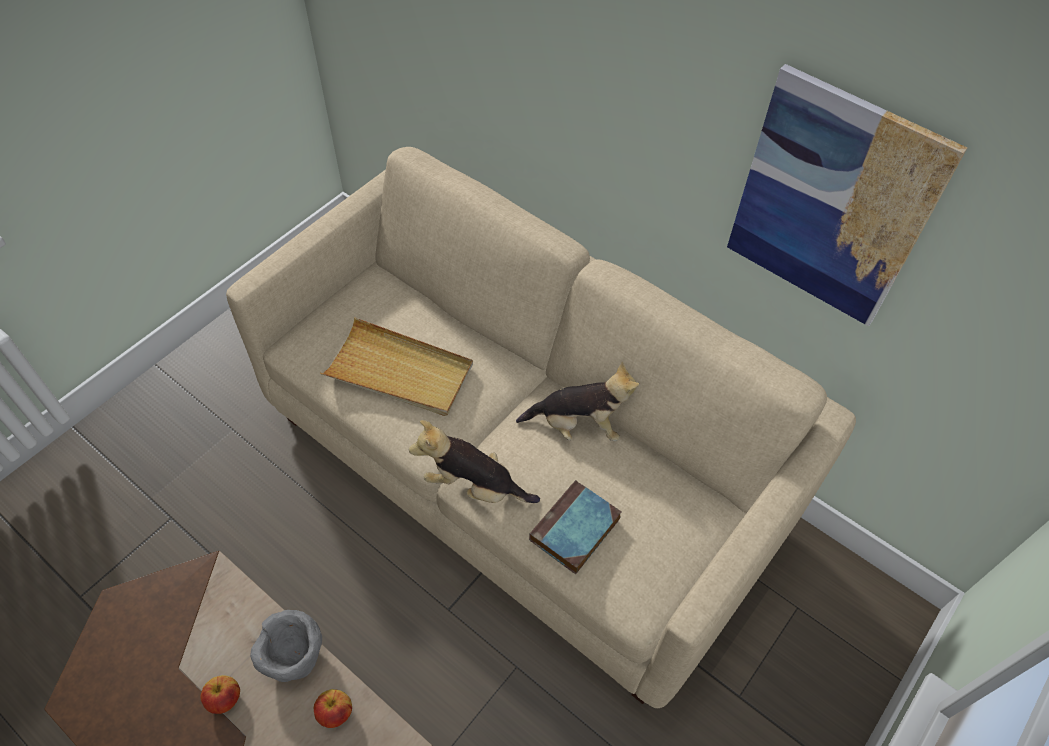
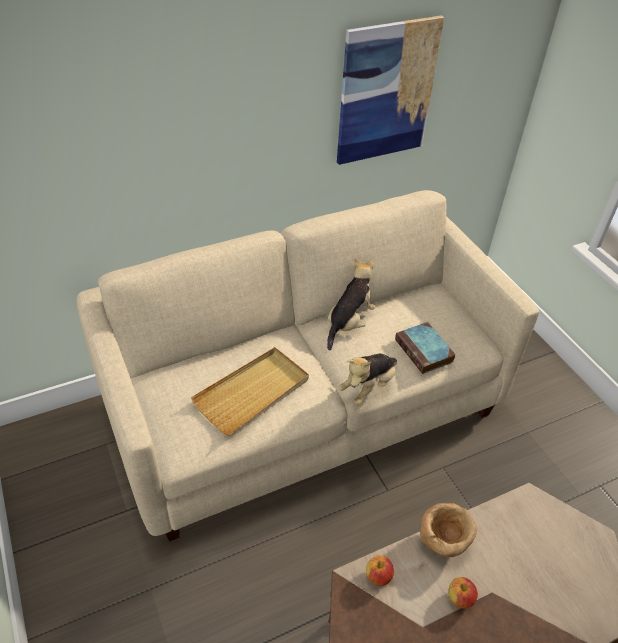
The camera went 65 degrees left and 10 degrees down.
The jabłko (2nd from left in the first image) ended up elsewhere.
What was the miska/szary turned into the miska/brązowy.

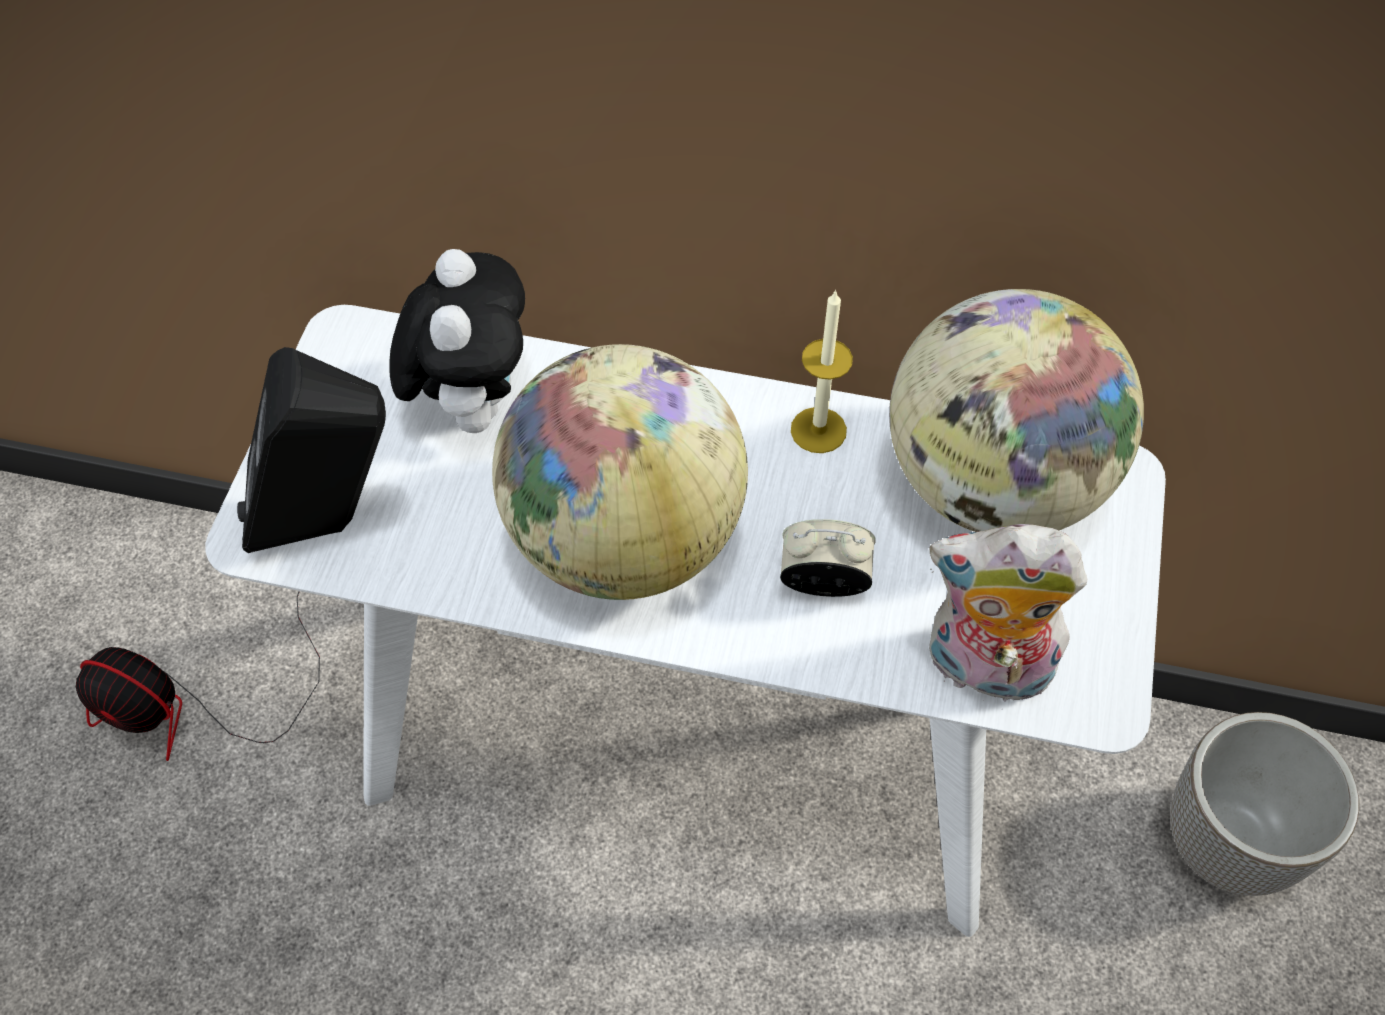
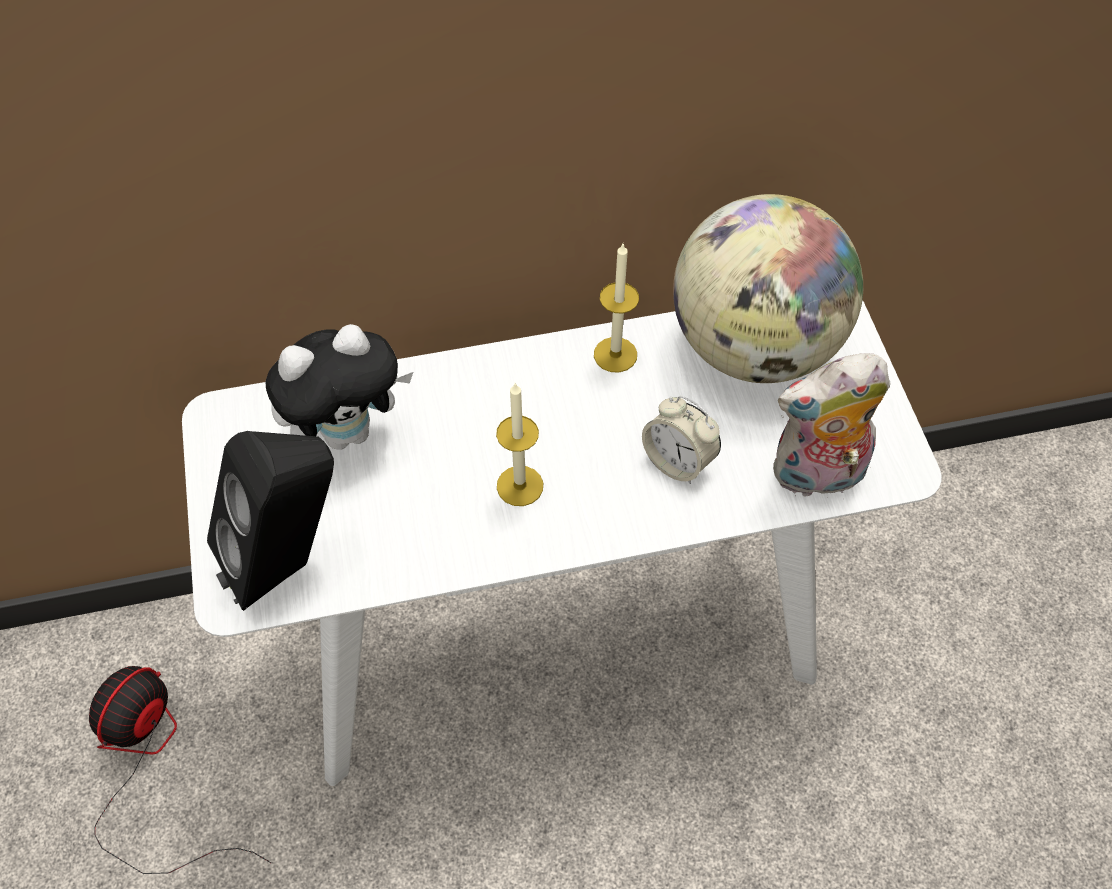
The camera went 25 degrees left and 0 degrees up.
The second view lost the donica.
Where the globus (1st from left) stood, the świeca (1st from left) came to stand.
The wentylator ended up facing another way, 120 degrees clockwise from before.
The pluszak (1st from left) ended up facing another way, 90 degrees clockwise from before.
The budzik ended up facing another way, 120 degrees counterclockwise from before.

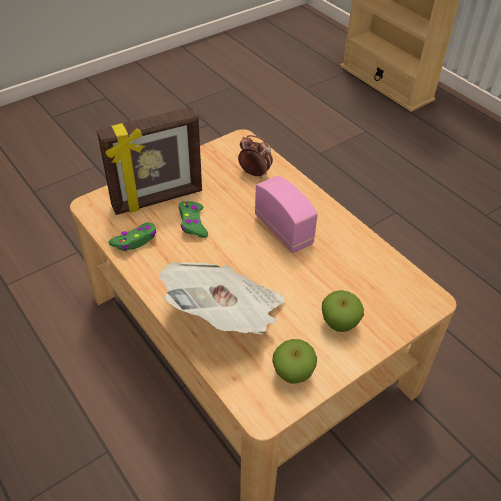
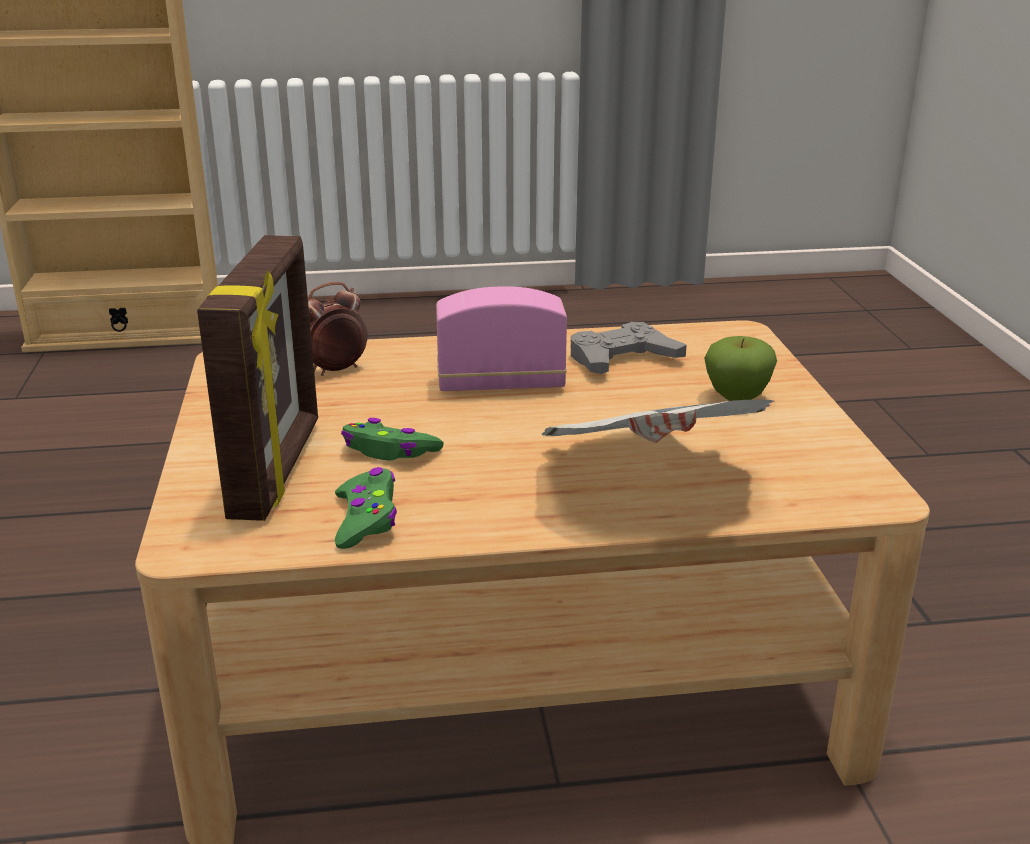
The camera went 60 degrees left and 20 degrees down.
The second view lost the jabłko (1st from left).
The second view gained the pad do gier/szary.

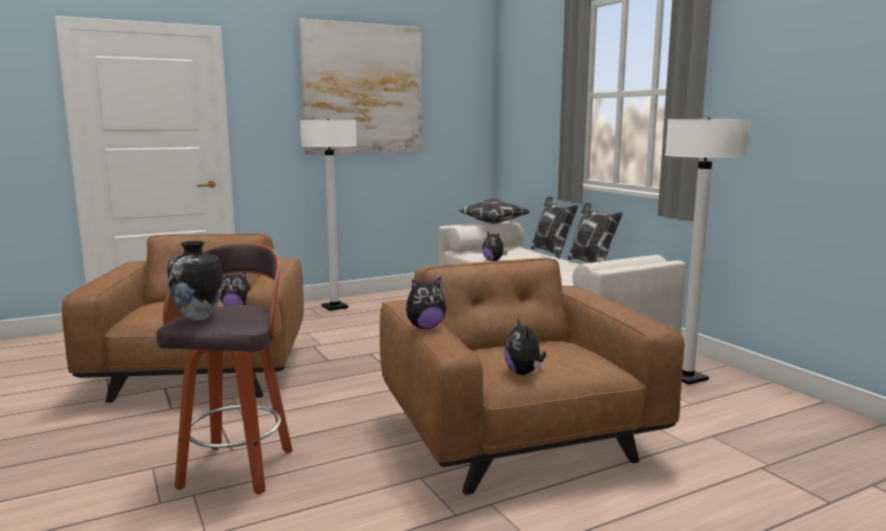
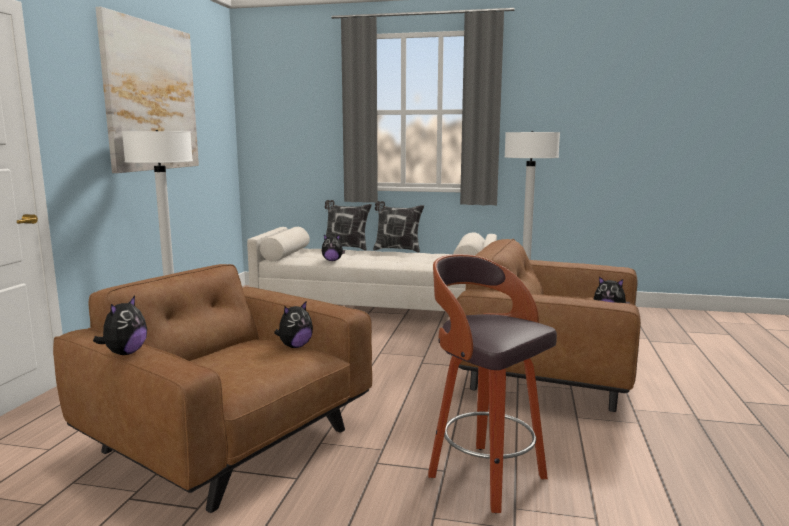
The camera went 50 degrees left and 0 degrees up.
The second view lost the wazon.
The second view lost the poduszka (1st from left).
The pluszak (2nd from left in the first image) ended up elsewhere.

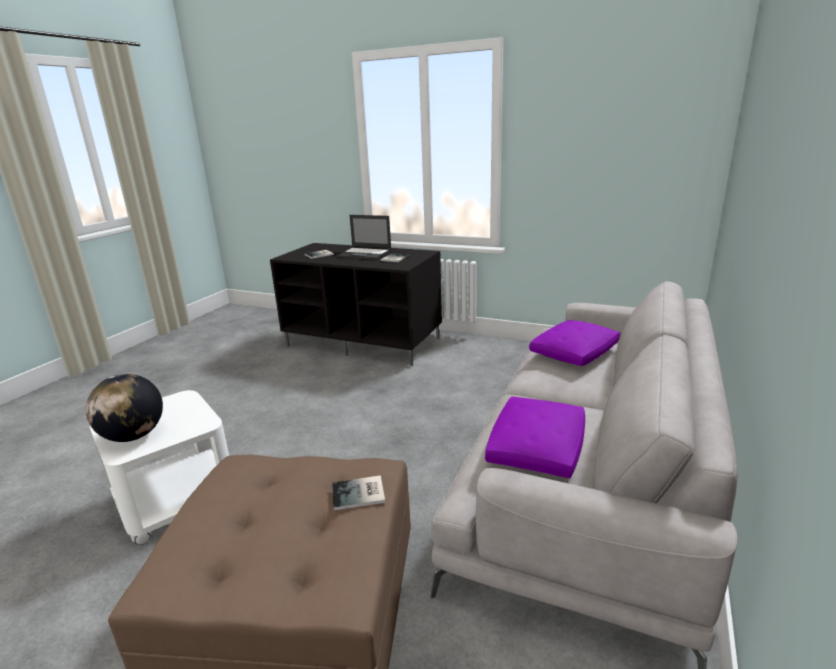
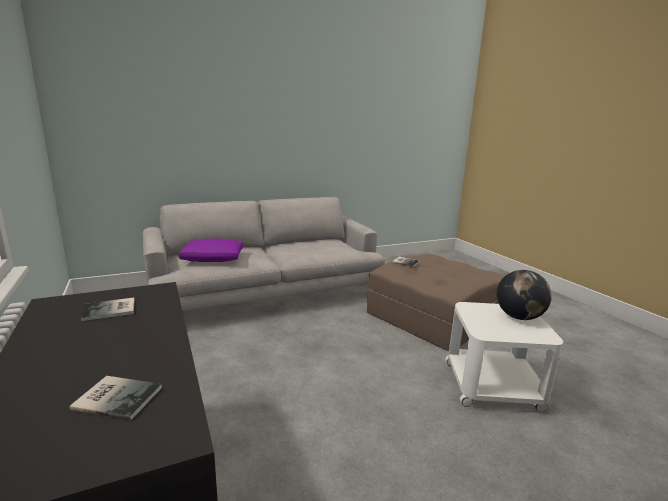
The camera went 140 degrees left and 5 degrees down.
The second view lost the laptop.
The second view lost the poduszka/fioletowy (1st from left).

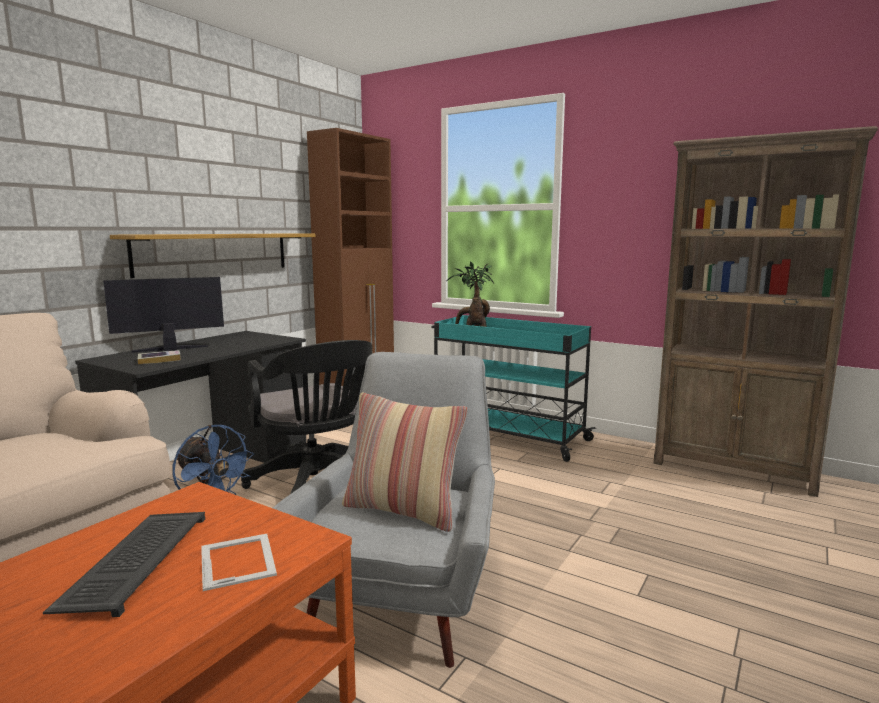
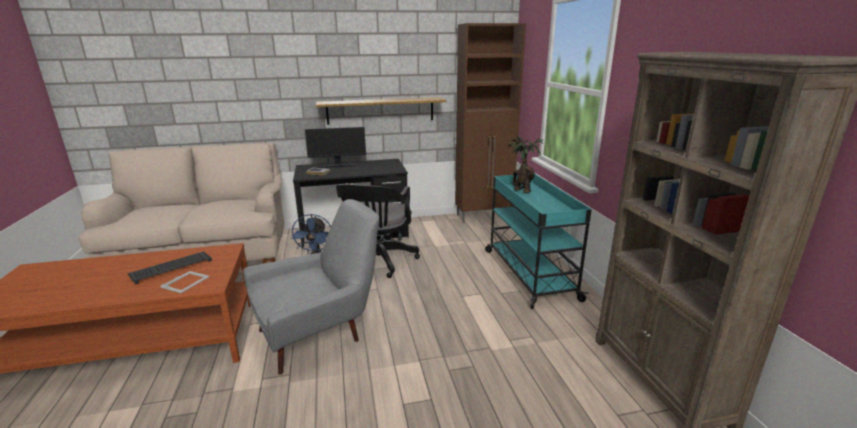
The camera went 45 degrees right and 10 degrees up.
The second view lost the poduszka.
The monitor ended up facing another way, 150 degrees clockwise from before.

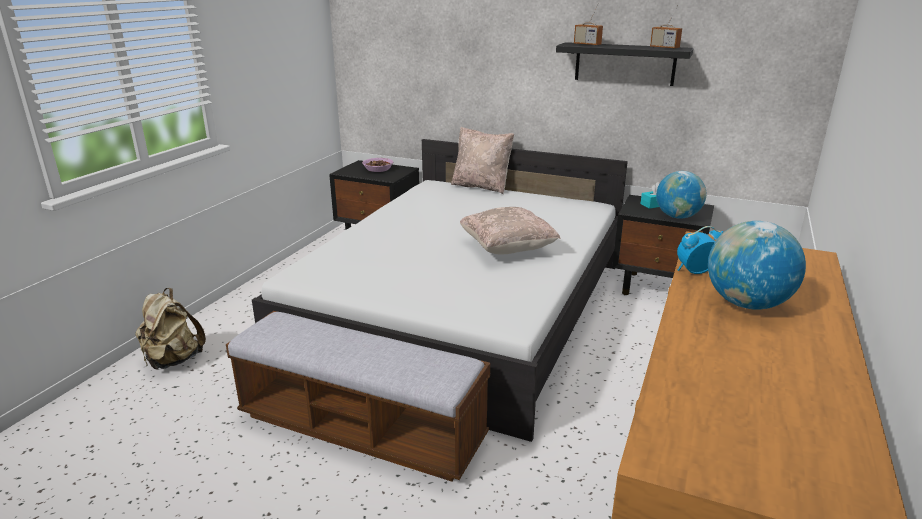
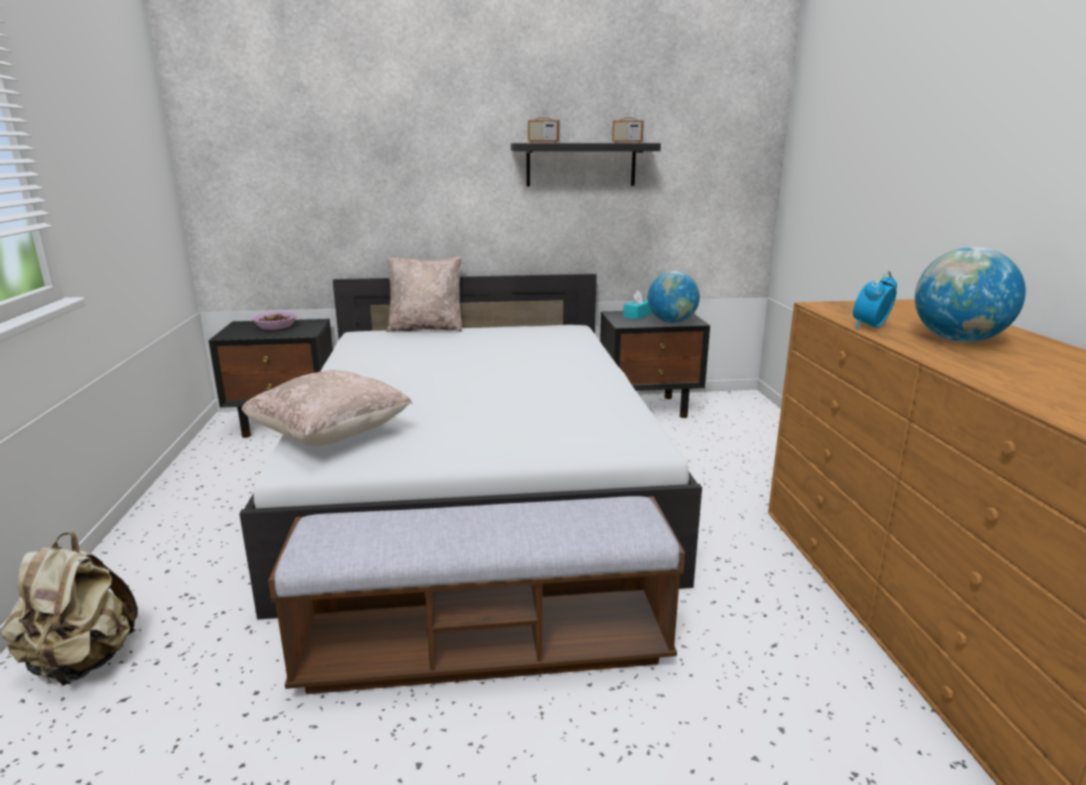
The camera went 30 degrees left and 5 degrees down.
The poduszka/beżowy (2nd from left in the first image) ended up elsewhere.

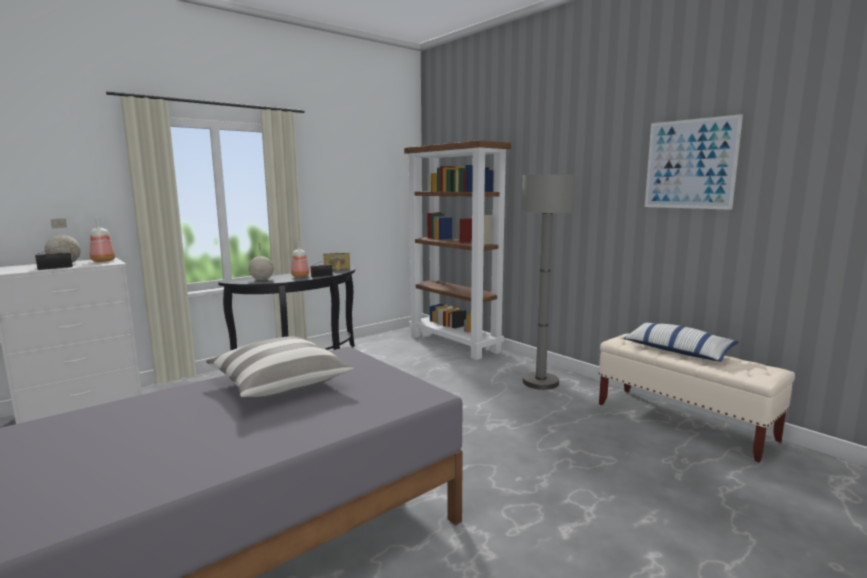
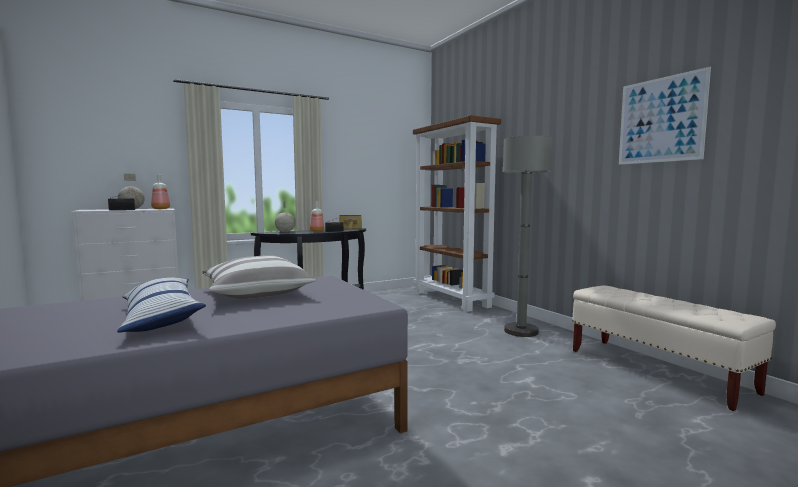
The camera went 10 degrees right and 5 degrees down.
The poduszka (2nd from left in the first image) ended up elsewhere.

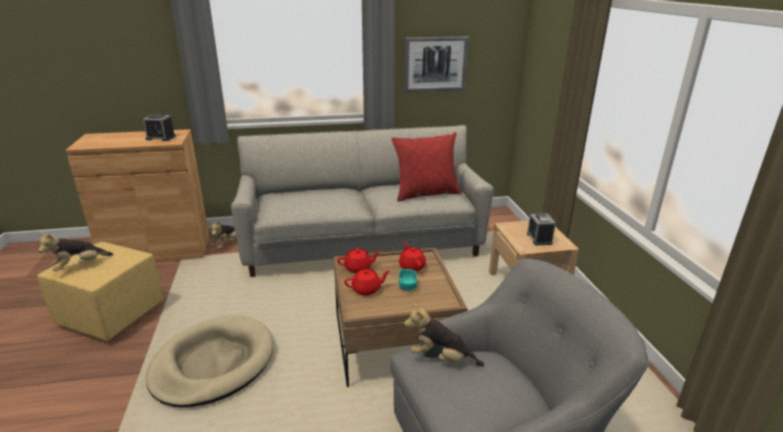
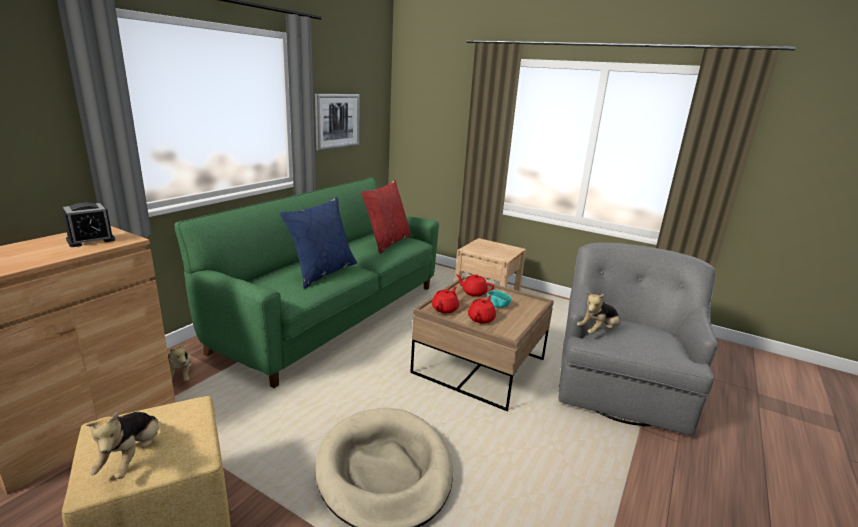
The camera went 50 degrees left and 5 degrees down.
The second view lost the budzik (2nd from left).
The second view gained the poduszka/niebieski.
What was the kanapa/szary turned into the kanapa/zielony.

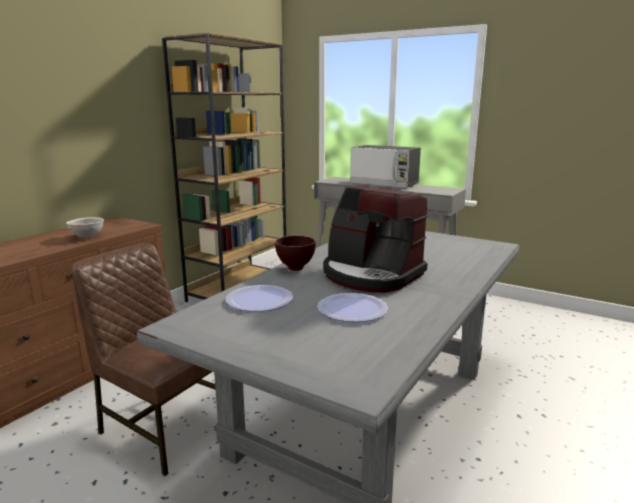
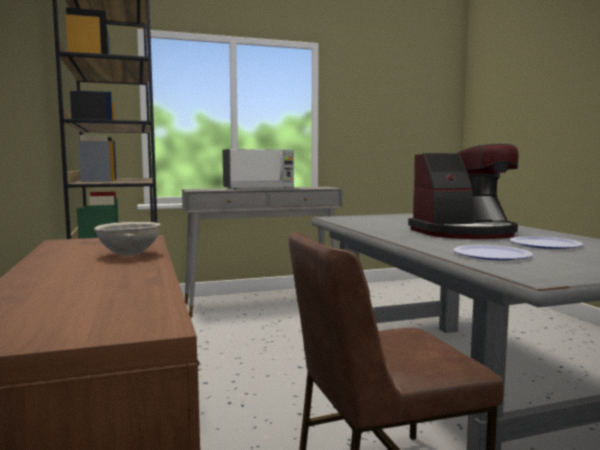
The camera went 50 degrees left and 10 degrees down.
The second view lost the miska/brązowy.

